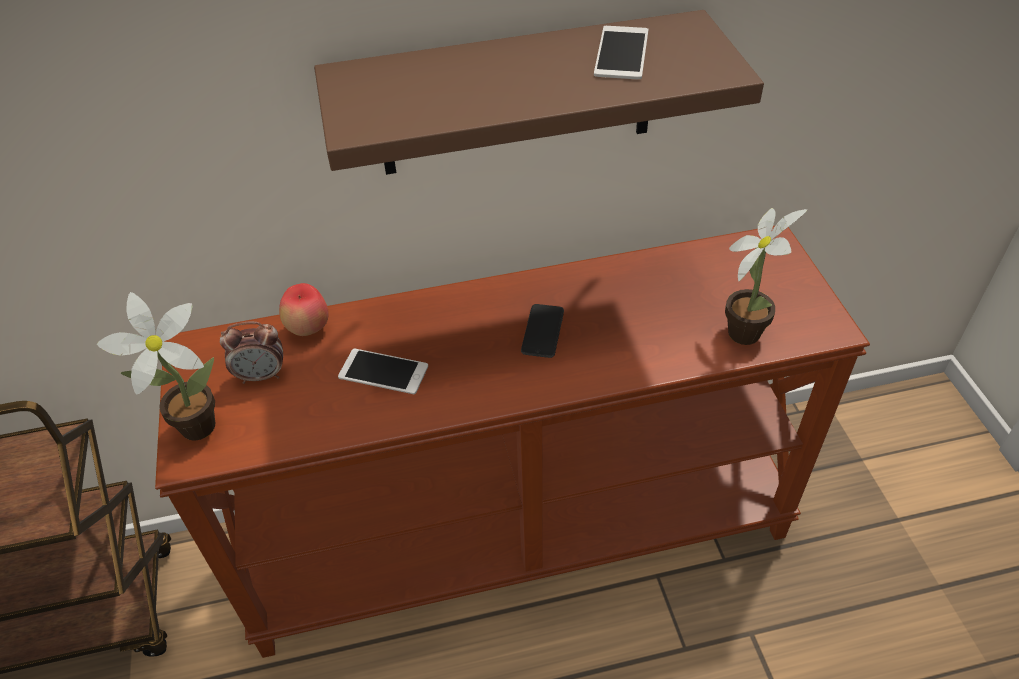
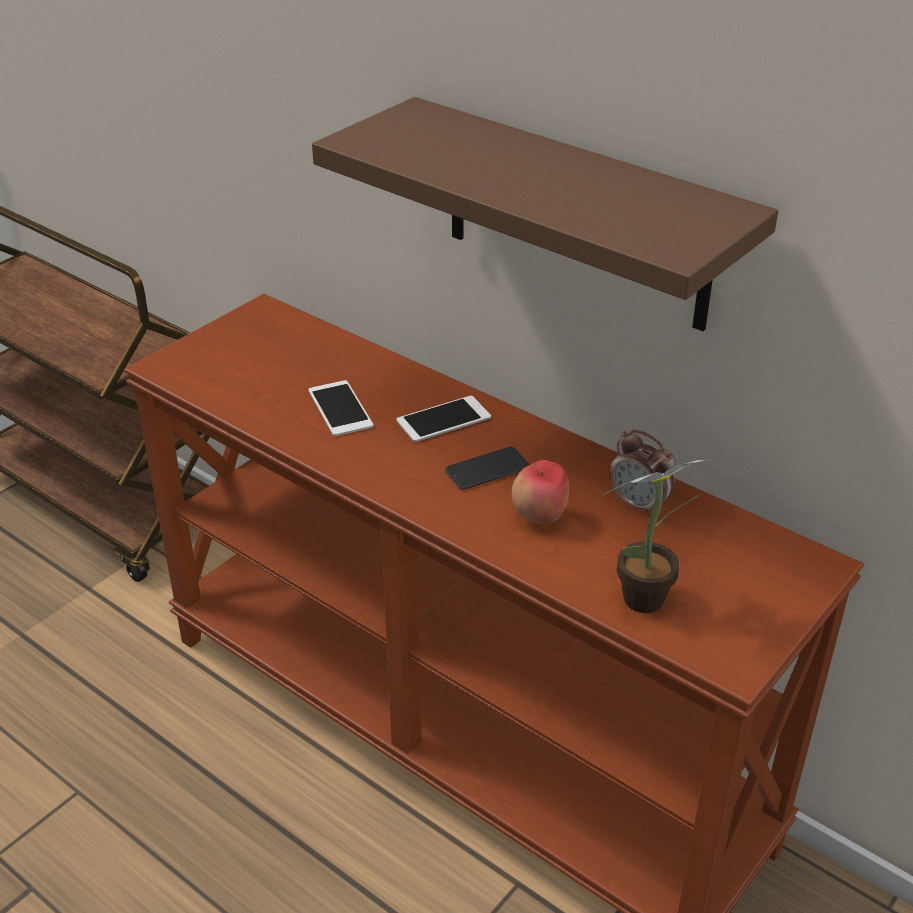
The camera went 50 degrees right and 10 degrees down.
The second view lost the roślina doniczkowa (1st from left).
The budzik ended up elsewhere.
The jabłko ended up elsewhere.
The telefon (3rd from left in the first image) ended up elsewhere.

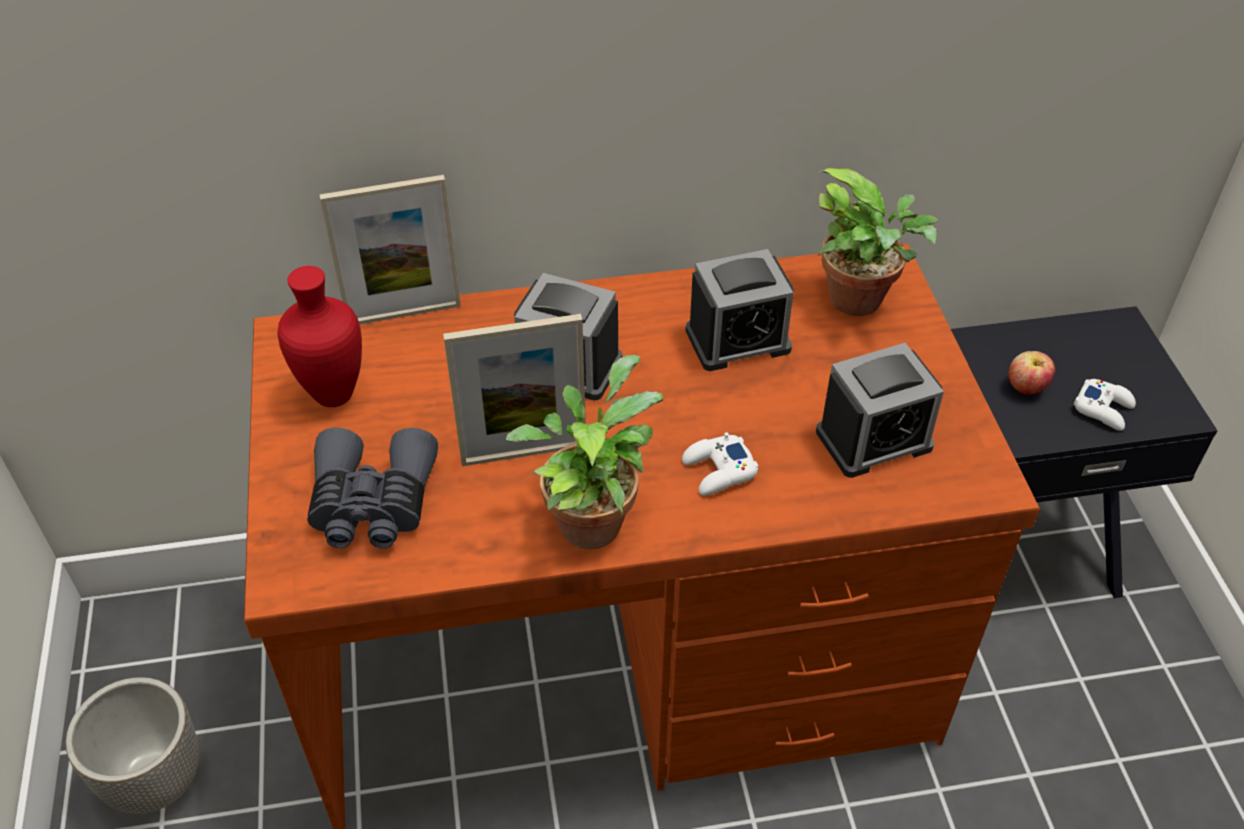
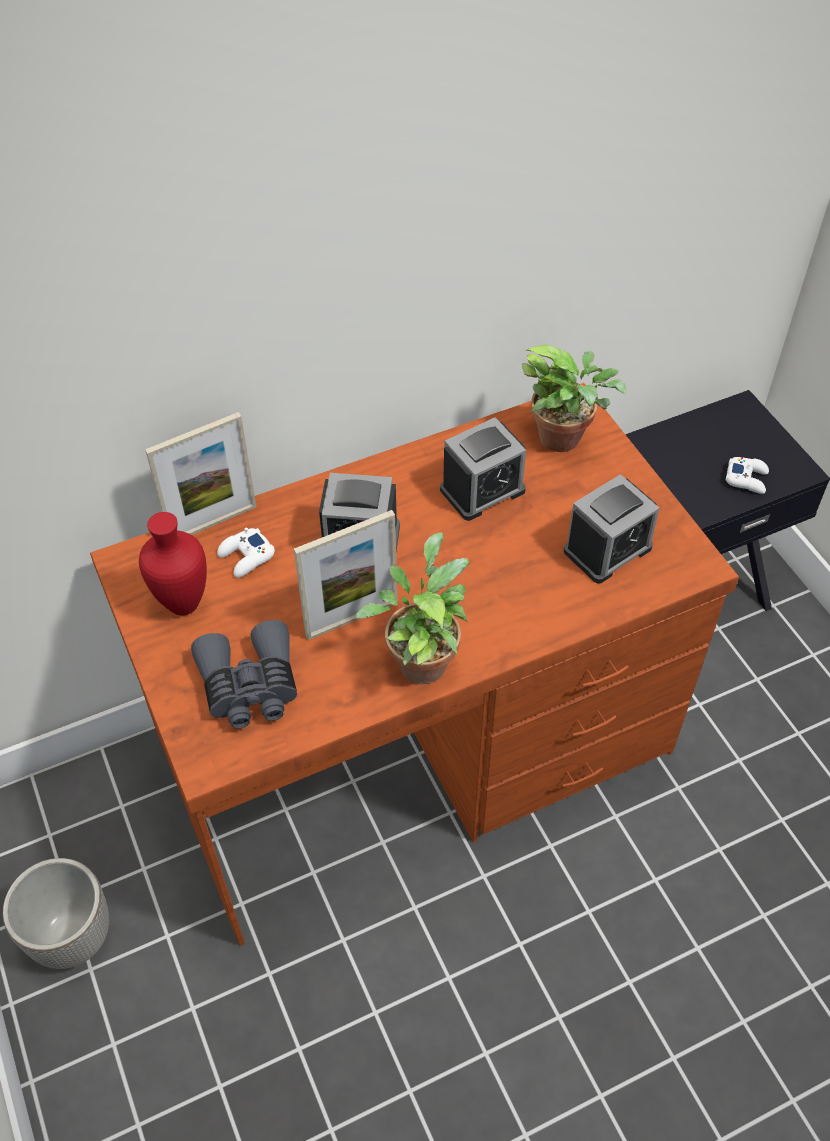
The camera went 15 degrees left and 5 degrees up.
The second view lost the jabłko.
The pad do gier/biały (1st from left) ended up elsewhere.

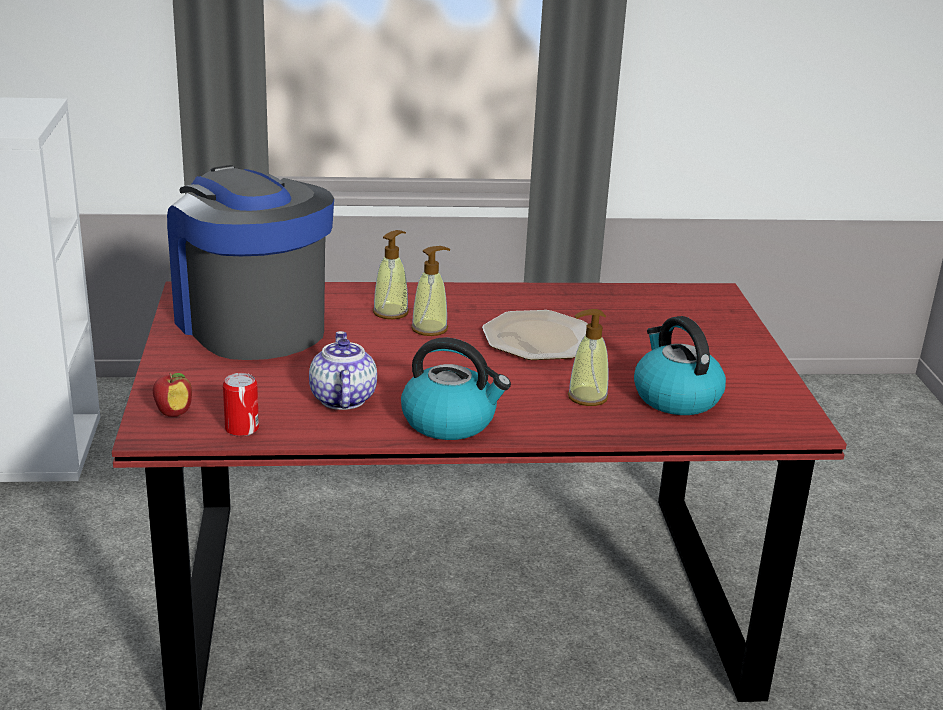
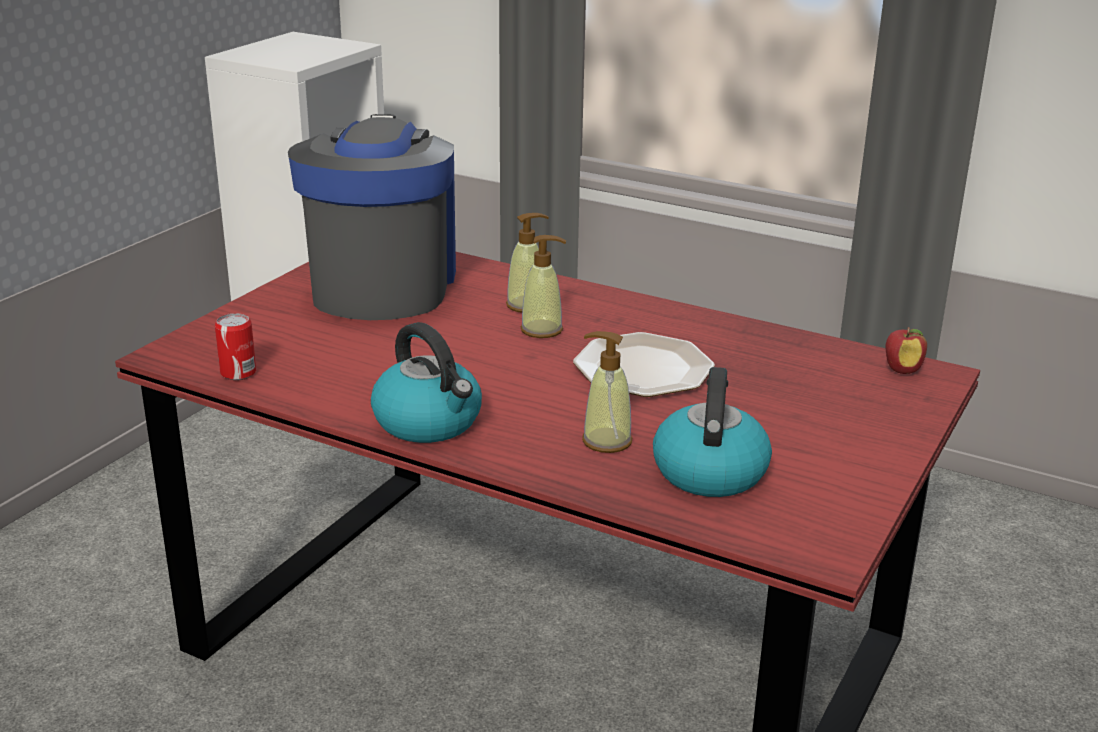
The camera went 35 degrees right and 0 degrees up.
The second view lost the imbryk.
The jabłko ended up elsewhere.

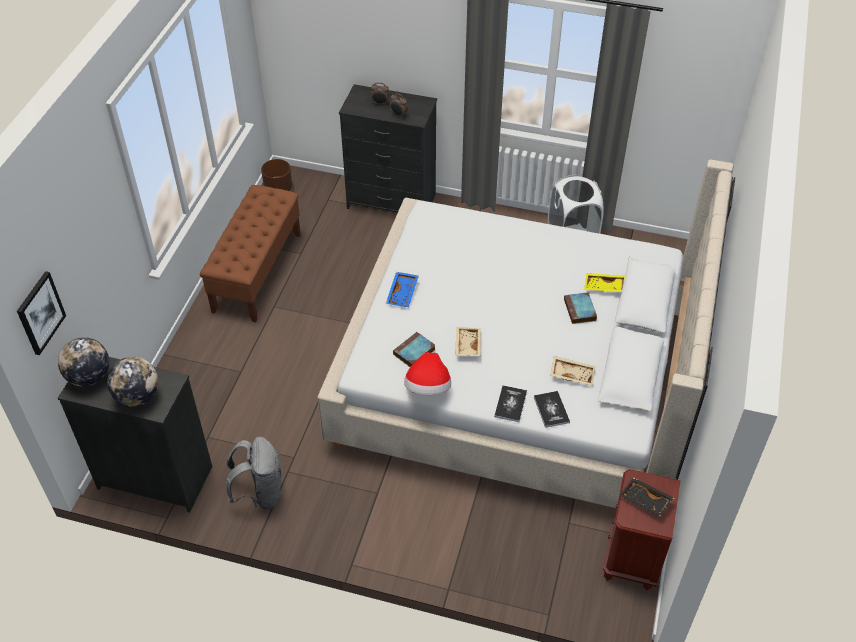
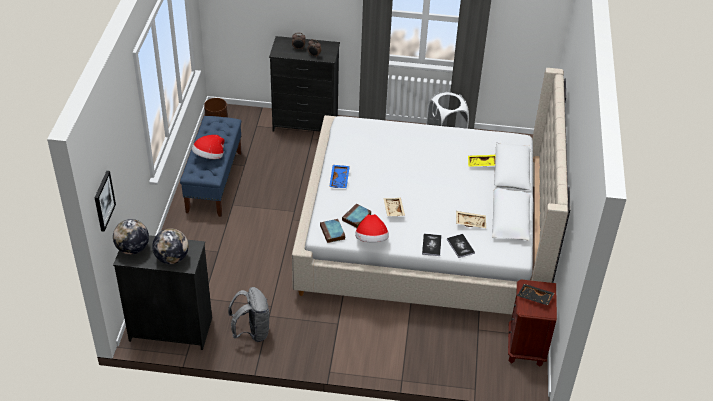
The camera went 10 degrees left and 5 degrees down.
The second view gained the kapelusz (1st from left).
The książka (4th from left in the first image) ended up elsewhere.
What was the ławka/brązowy turned into the ławka/niebieski.

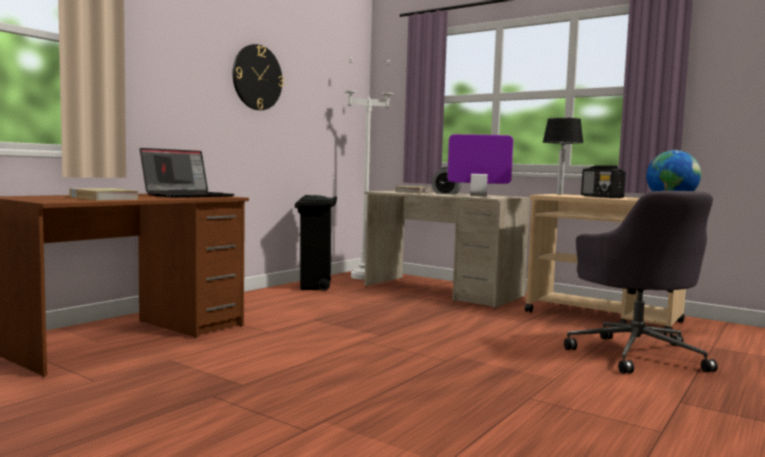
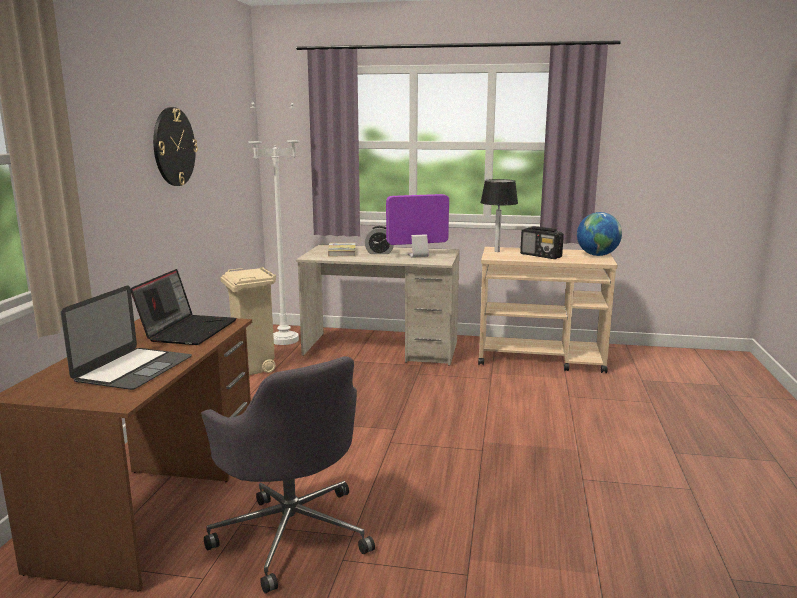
The camera went 25 degrees left and 10 degrees up.
The krzesło biurowe/szary ended up elsewhere.
Where the książka (1st from left) stood, the laptop (1st from left) came to stand.
What was the kosz na śmieci/czarny turned into the kosz na śmieci/beżowy.

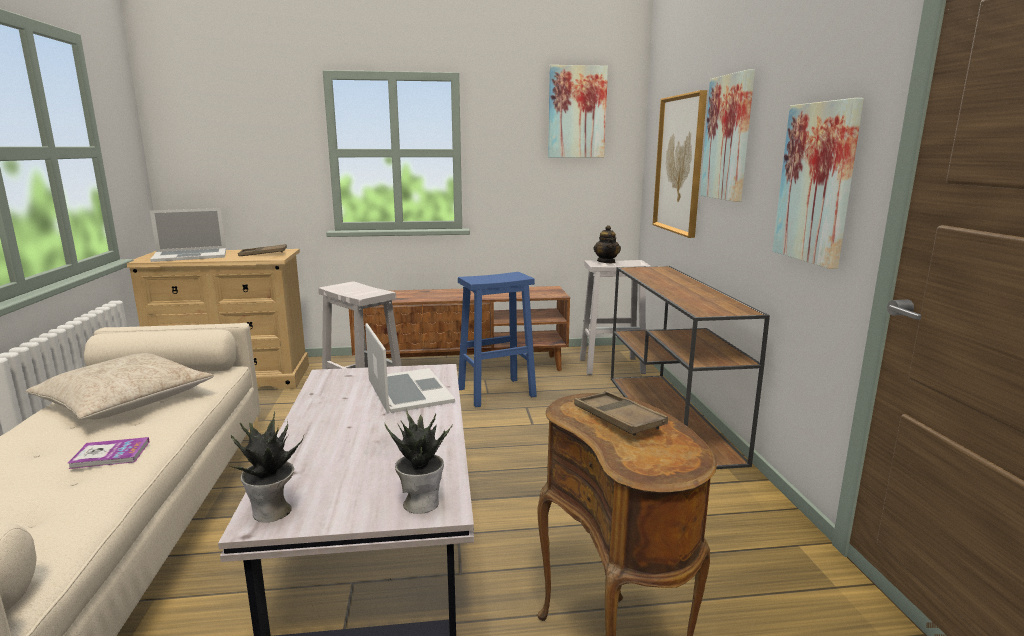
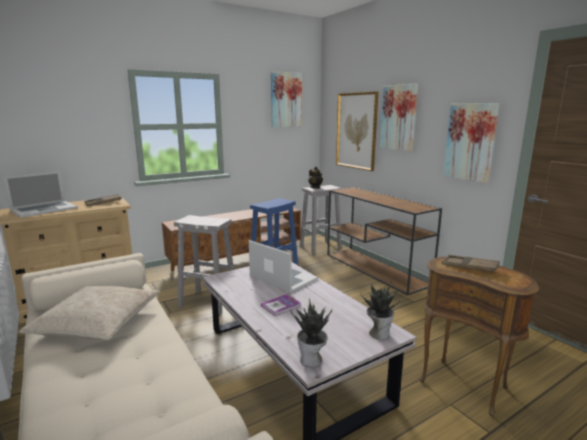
The camera went 25 degrees left and 0 degrees up.
The książka ended up elsewhere.

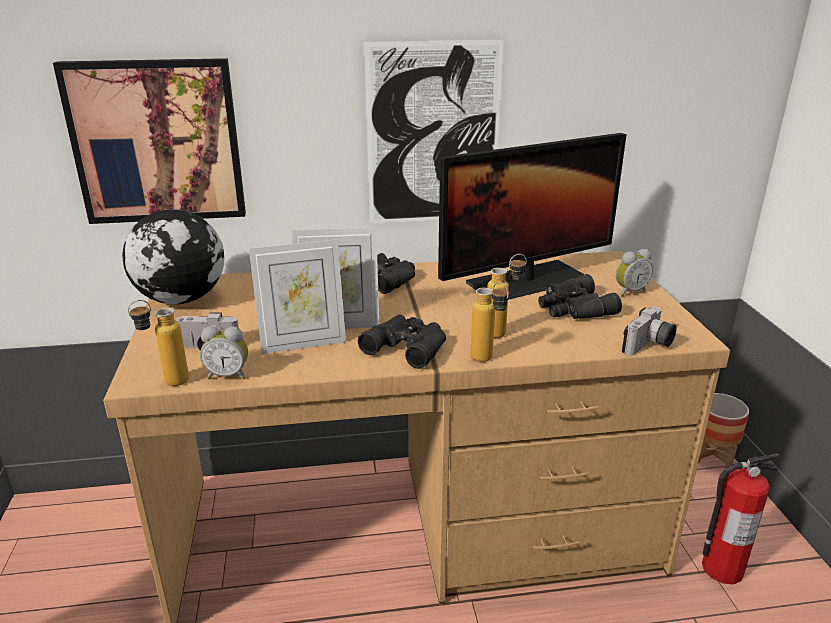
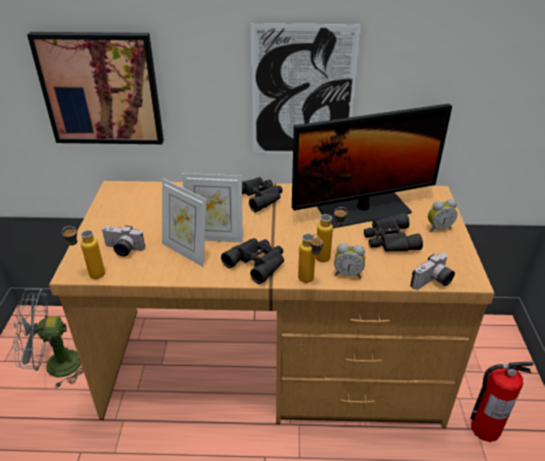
The camera went 10 degrees right and 10 degrees up.
The second view lost the globus.
The second view lost the donica.
The second view gained the wentylator/szary.
The budzik (1st from left) ended up elsewhere.
The ramka na zdjęcie (1st from left) ended up facing another way, 45 degrees clockwise from before.

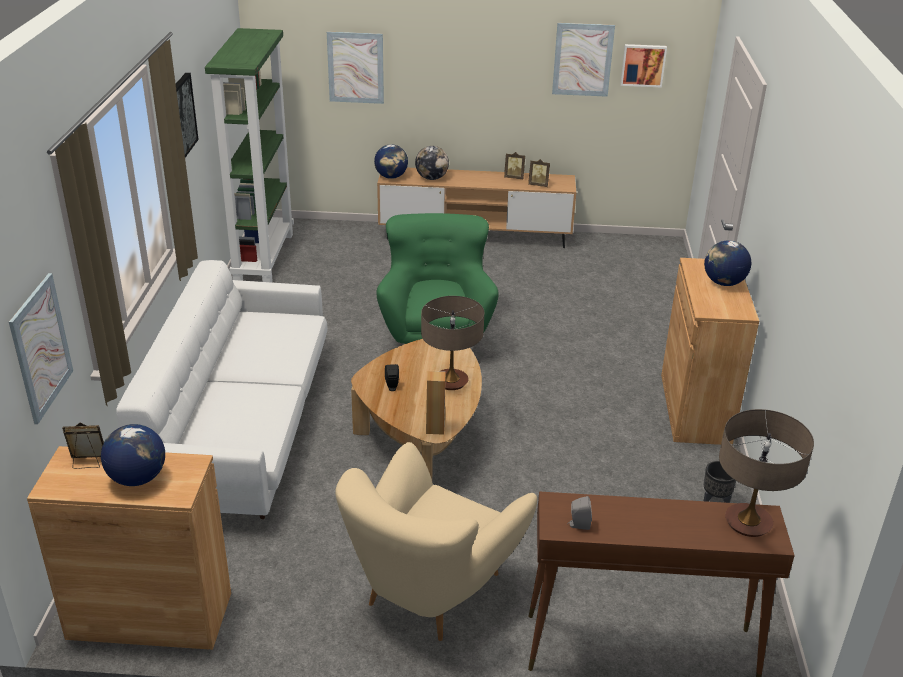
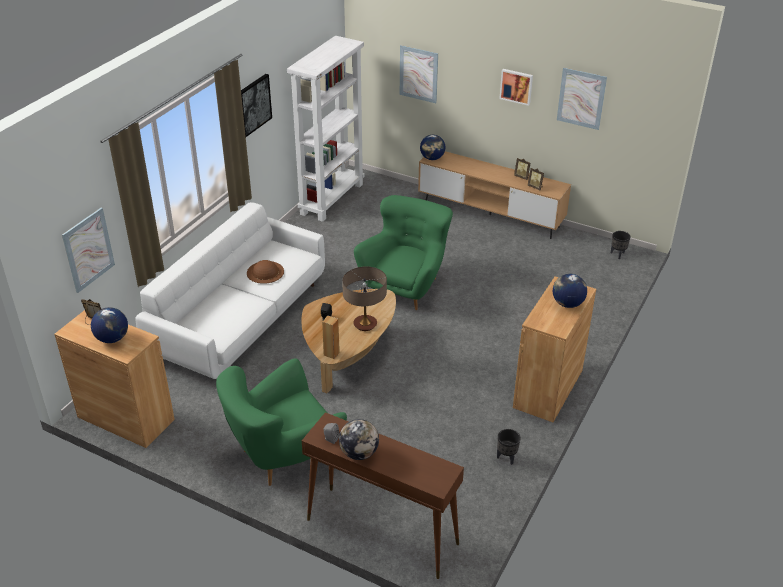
The camera went 25 degrees right and 5 degrees up.
The second view lost the lampa stołowa (2nd from left).
The second view gained the kapelusz/brązowy.
The second view gained the donica/czarny (2nd from left).
The globus (3rd from left in the first image) ended up elsewhere.
The obraz (5th from left in the first image) ended up elsewhere.
What was the regał/zielony turned into the regał/biały.
What was the fotel/beżowy turned into the fotel/zielony (1st from left).

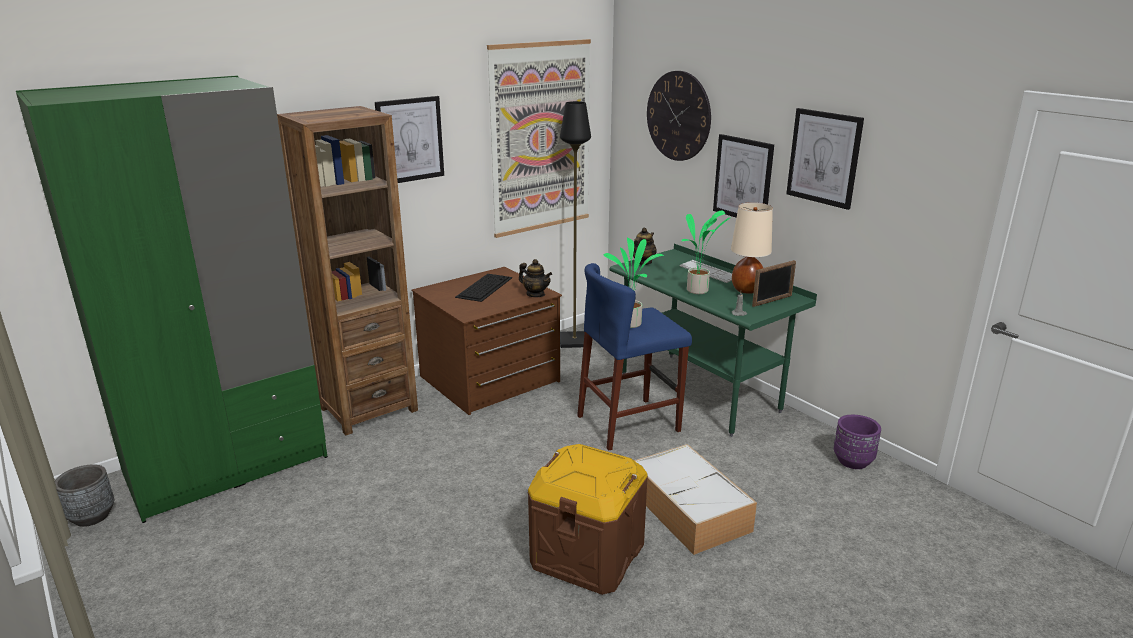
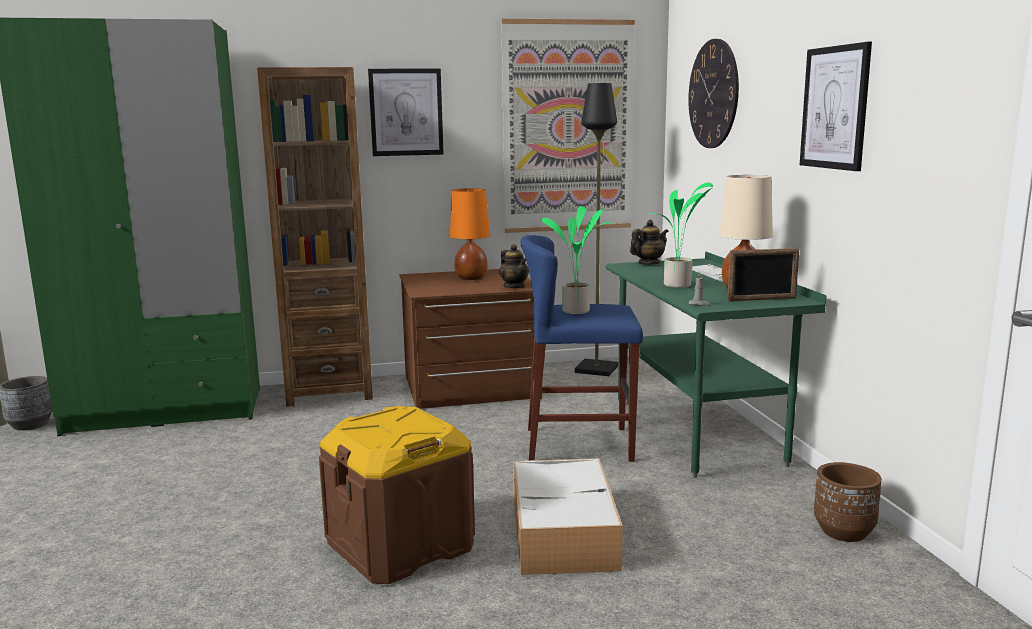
The camera went 25 degrees right and 10 degrees down.
The second view lost the obraz (3rd from left).
Where the klawiatura (1st from left) stood, the lampa stołowa/pomarańczowy came to stand.
What was the donica/fioletowy turned into the donica/brązowy.

